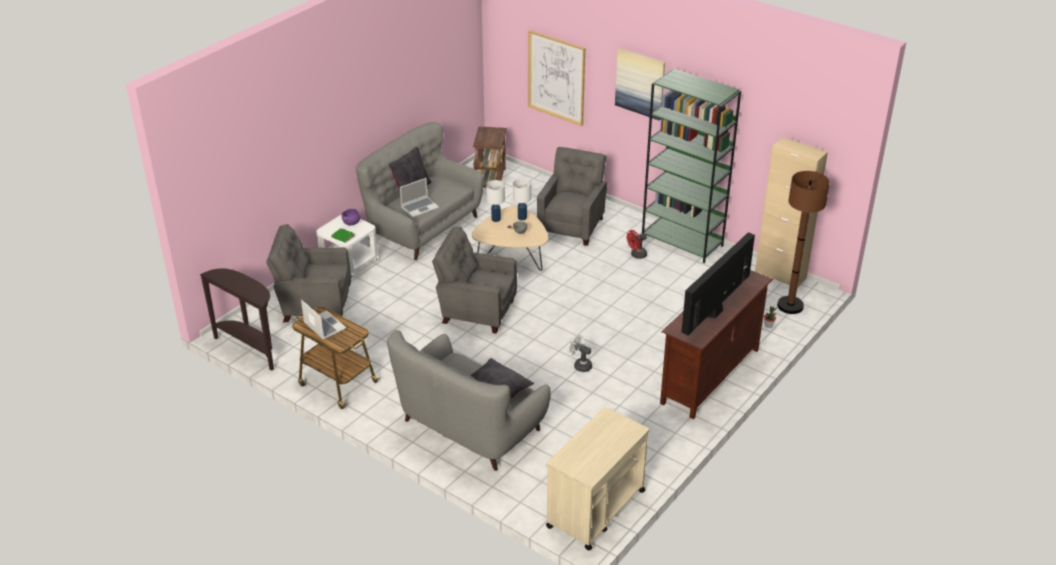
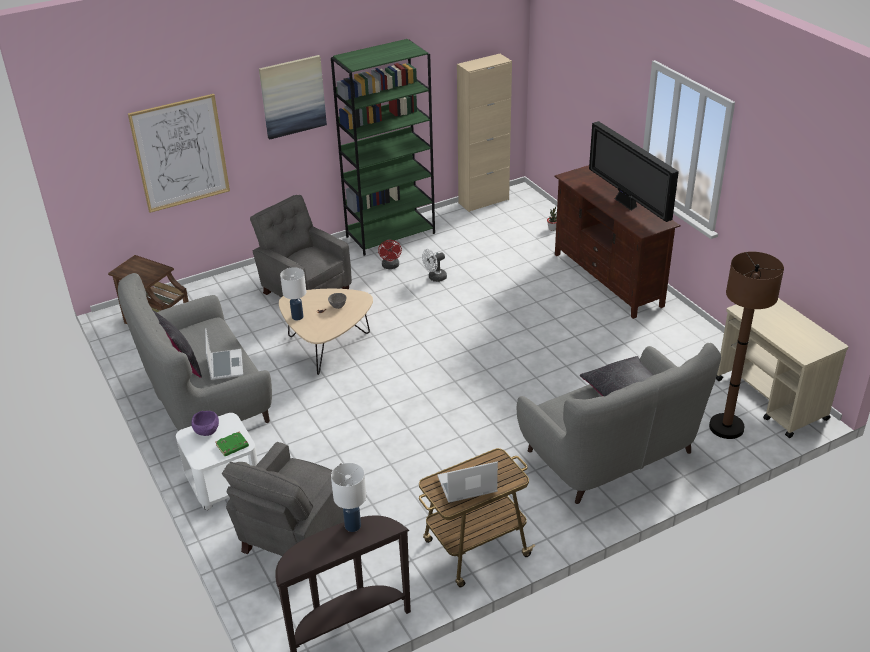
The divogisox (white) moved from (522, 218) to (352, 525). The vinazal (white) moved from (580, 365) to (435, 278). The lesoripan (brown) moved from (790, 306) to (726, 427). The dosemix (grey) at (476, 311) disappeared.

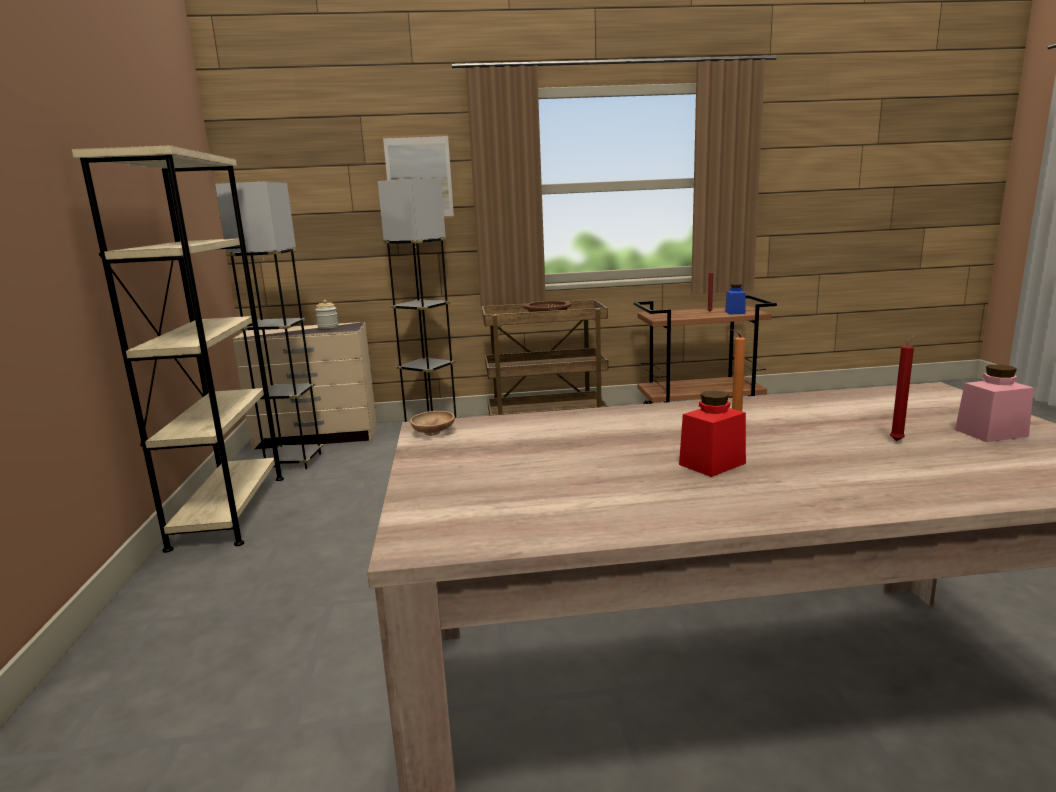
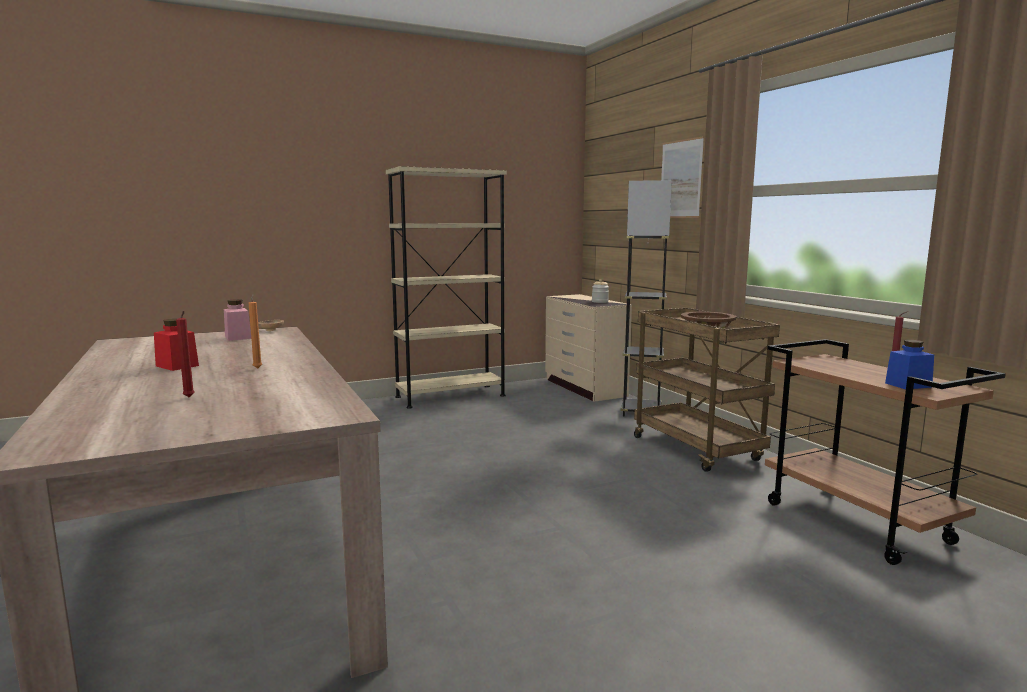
The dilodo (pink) moved from (991, 433) to (238, 337). The lesoripan (grey) at (294, 461) disappeared.

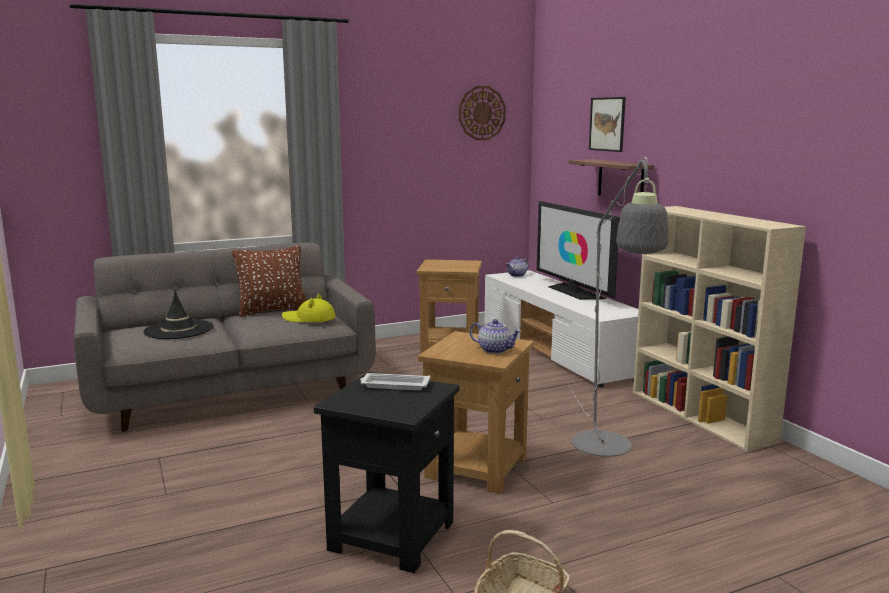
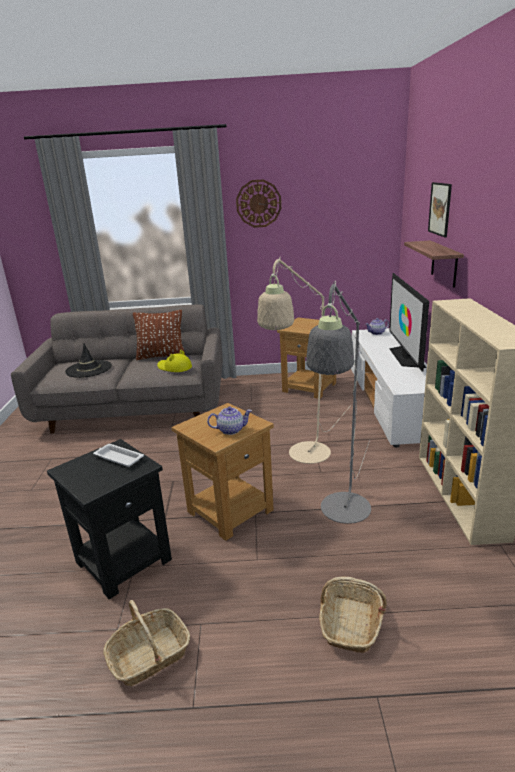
The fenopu at (495, 350) turned 60 degrees counterclockwise. The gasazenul moved from (481, 113) to (258, 203). The lesoripan (beige) at (305, 458) appeared. The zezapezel at (350, 624) appeared.

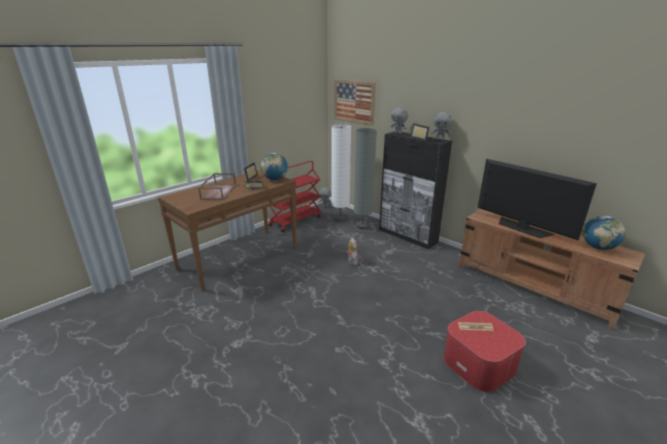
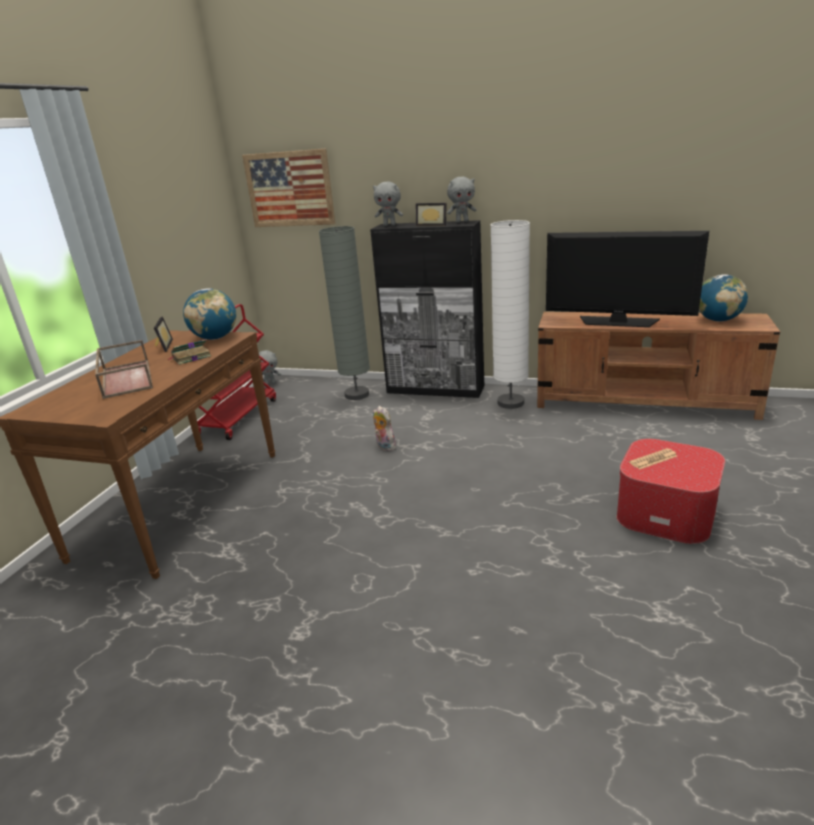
The lesoripan (white) moved from (340, 218) to (510, 403).

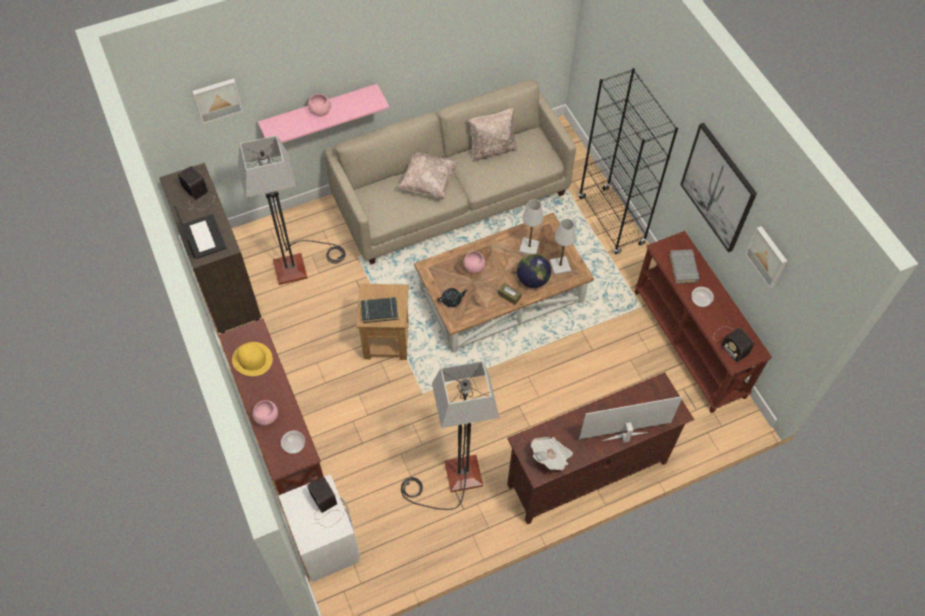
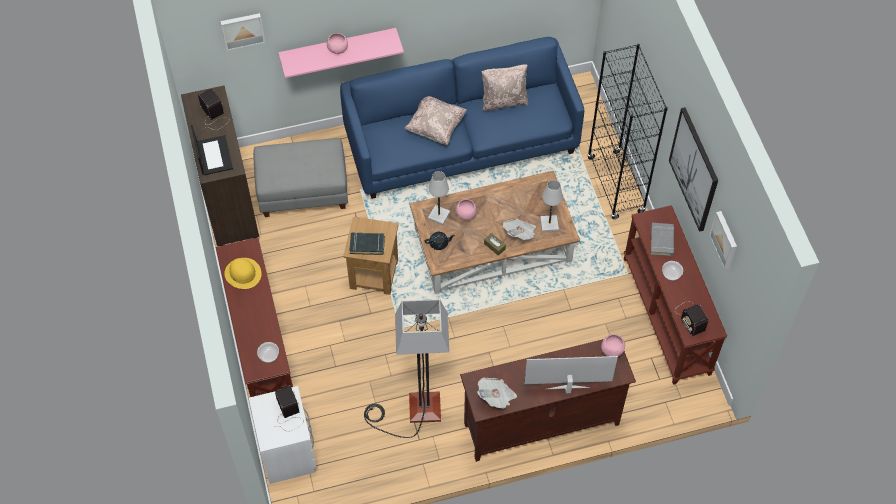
The lesoripan at (300, 264) was replaced by the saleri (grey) at (303, 190). The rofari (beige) at (451, 196) became the rofari (blue) at (461, 141). The divogisox (white) moved from (529, 247) to (439, 215). The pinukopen at (532, 279) was replaced by the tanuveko at (520, 233). The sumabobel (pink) moved from (267, 417) to (612, 351).

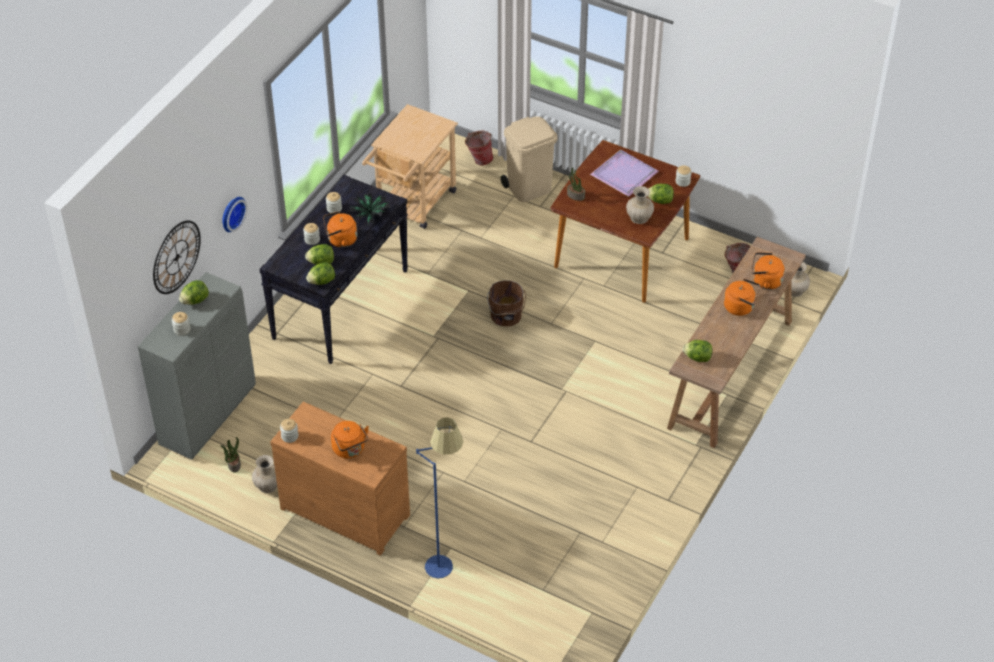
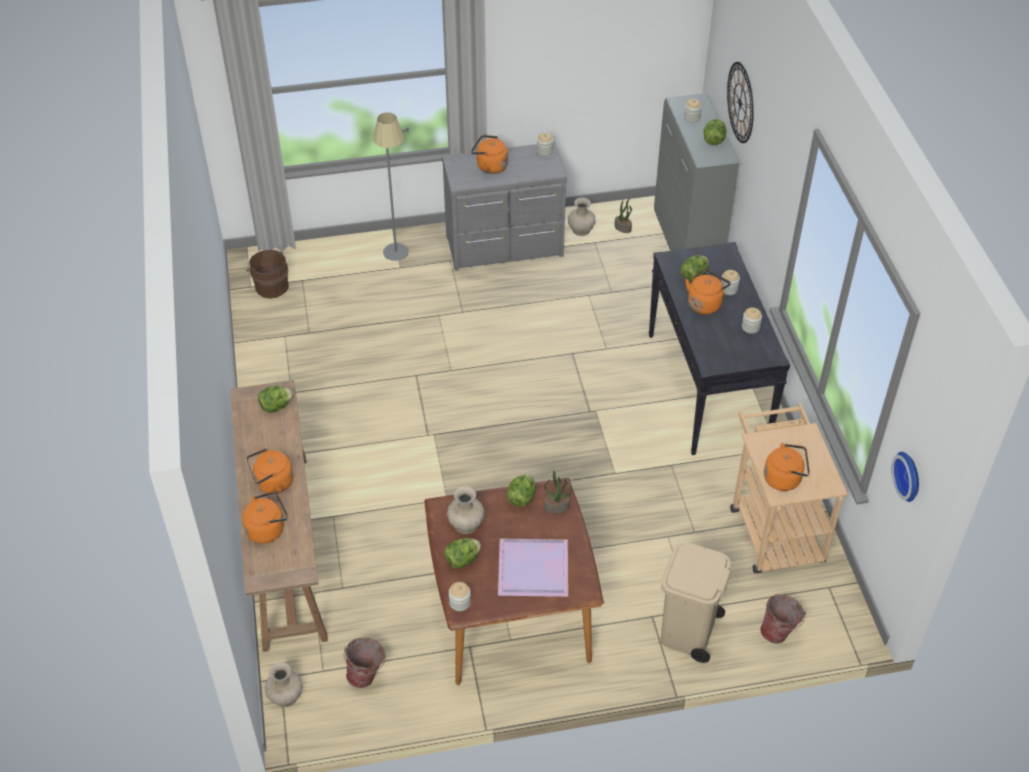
The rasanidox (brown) moved from (506, 316) to (271, 286). The lesoripan (blue) at (444, 556) became the lesoripan (grey) at (398, 259). The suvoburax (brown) at (346, 509) became the suvoburax (grey) at (505, 247). The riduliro moved from (322, 281) to (521, 498). The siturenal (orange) at (784, 478) appeared. The gasazenul moved from (231, 213) to (909, 476). The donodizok at (371, 215) disappeared.

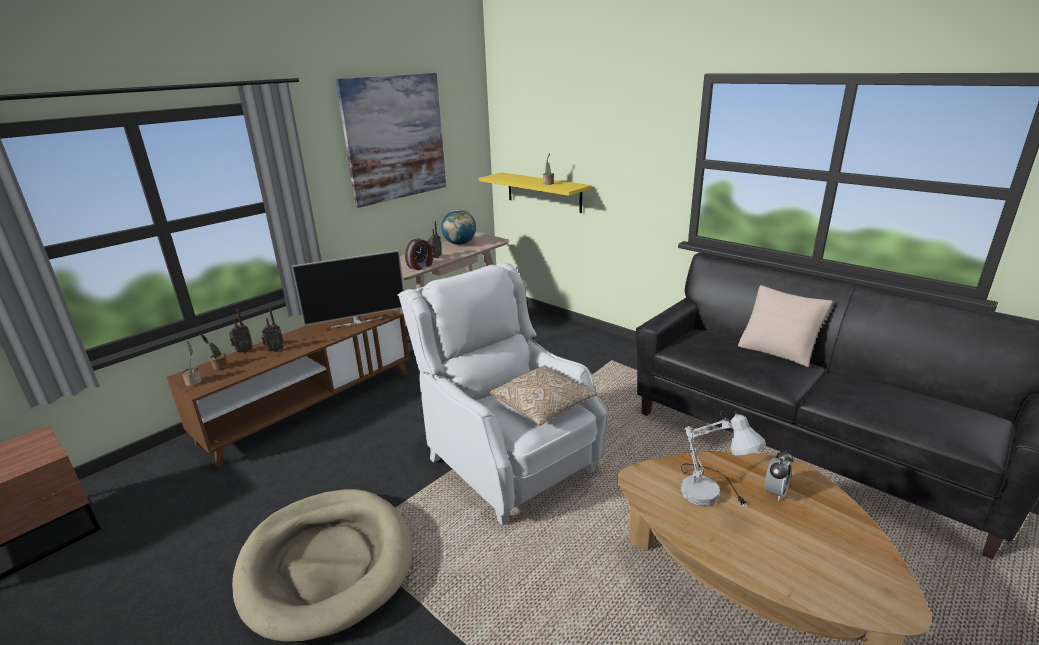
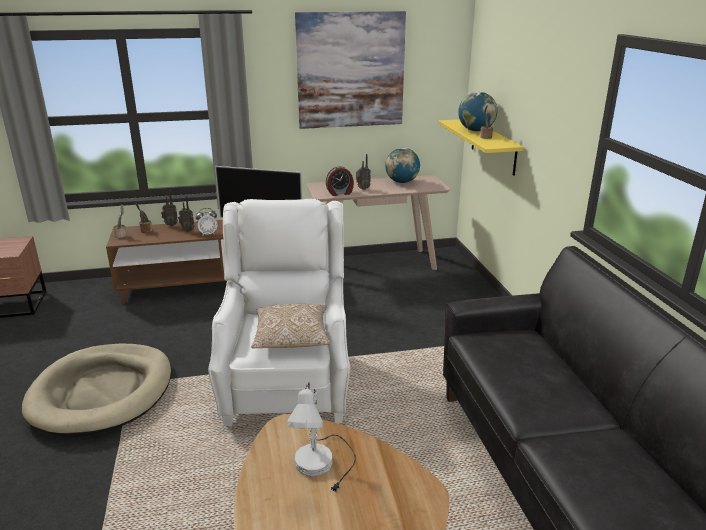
The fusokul moved from (775, 492) to (208, 234). The pinukopen at (476, 130) appeared. The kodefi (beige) at (778, 349) disappeared.

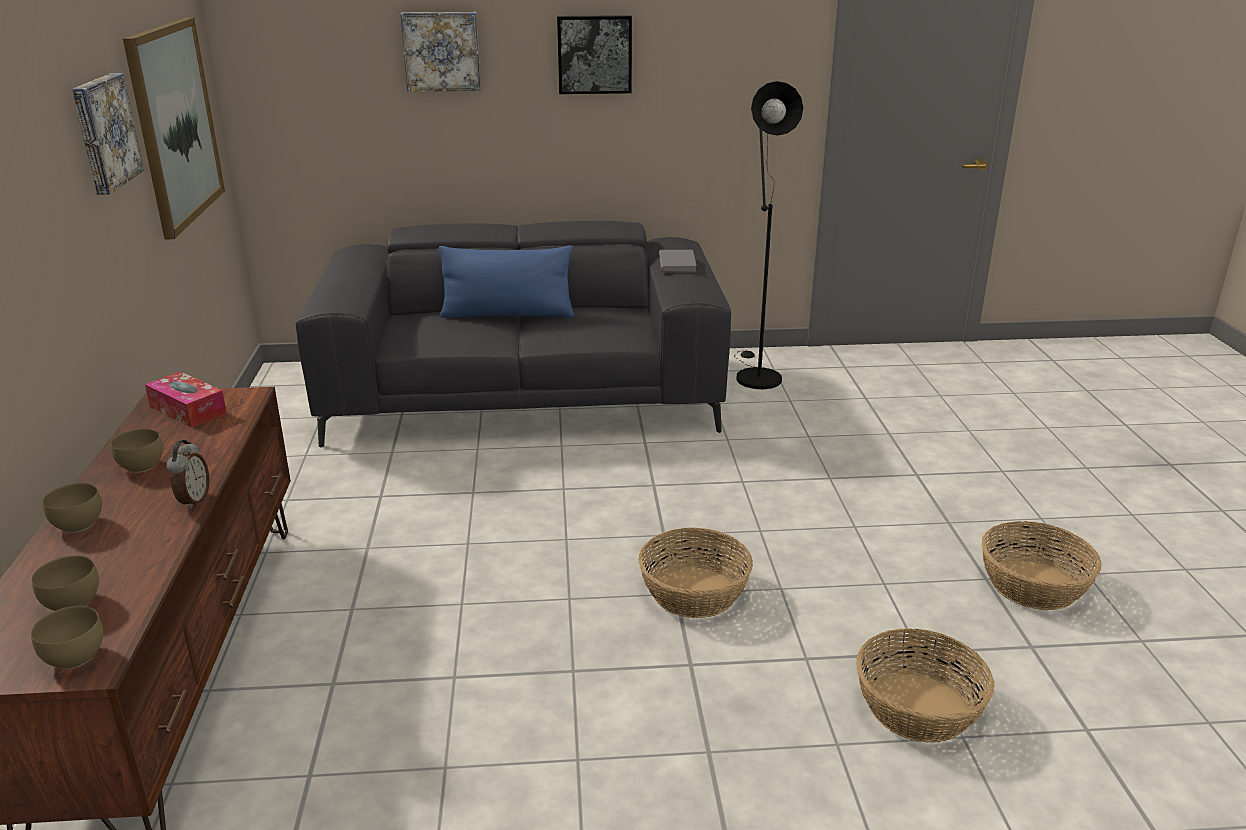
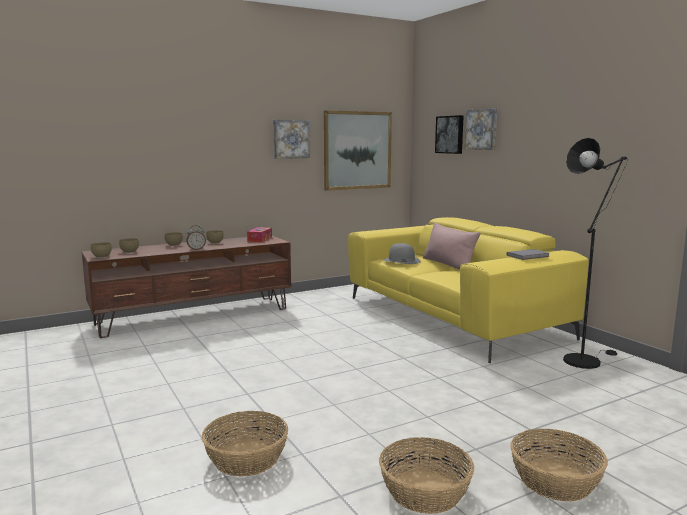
The rofari (grey) at (524, 397) became the rofari (yellow) at (452, 317). The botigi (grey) at (401, 260) appeared. The kodefi (blue) at (508, 314) became the kodefi (pink) at (448, 264). The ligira moved from (594, 54) to (450, 134). The zezapezel moved from (695, 592) to (556, 481).

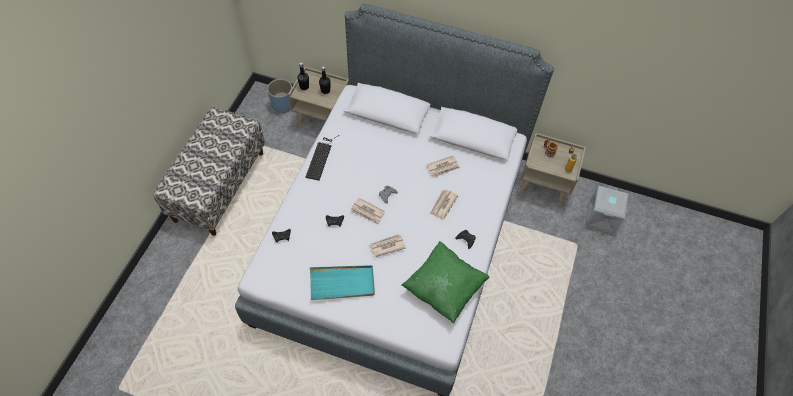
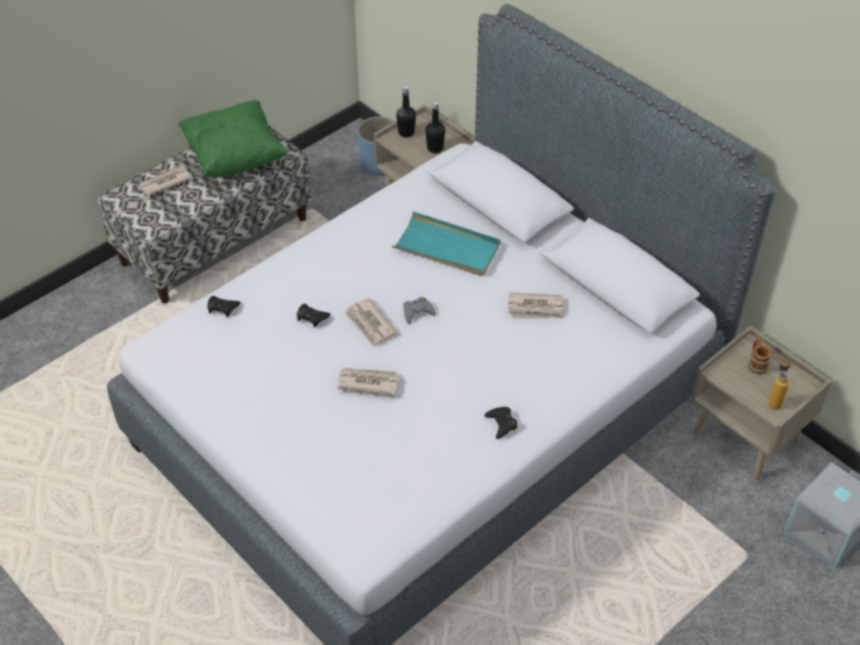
The tanuveko moved from (443, 204) to (165, 182). The kodefi (green) moved from (444, 288) to (235, 157). The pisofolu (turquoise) moved from (342, 283) to (447, 248). The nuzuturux at (321, 157) disappeared.

